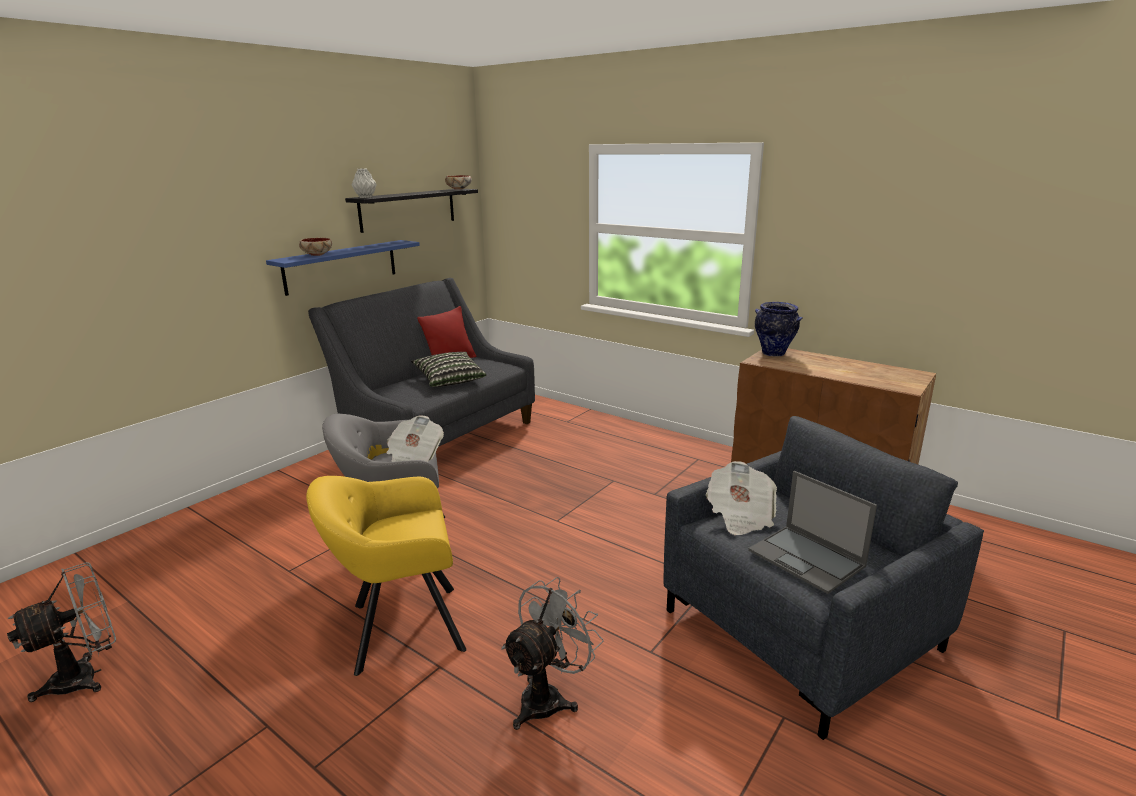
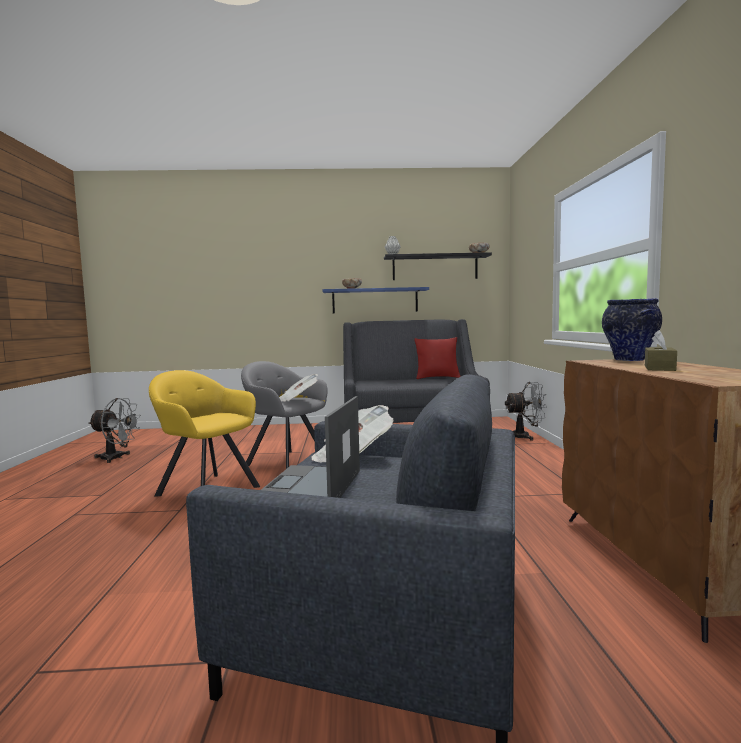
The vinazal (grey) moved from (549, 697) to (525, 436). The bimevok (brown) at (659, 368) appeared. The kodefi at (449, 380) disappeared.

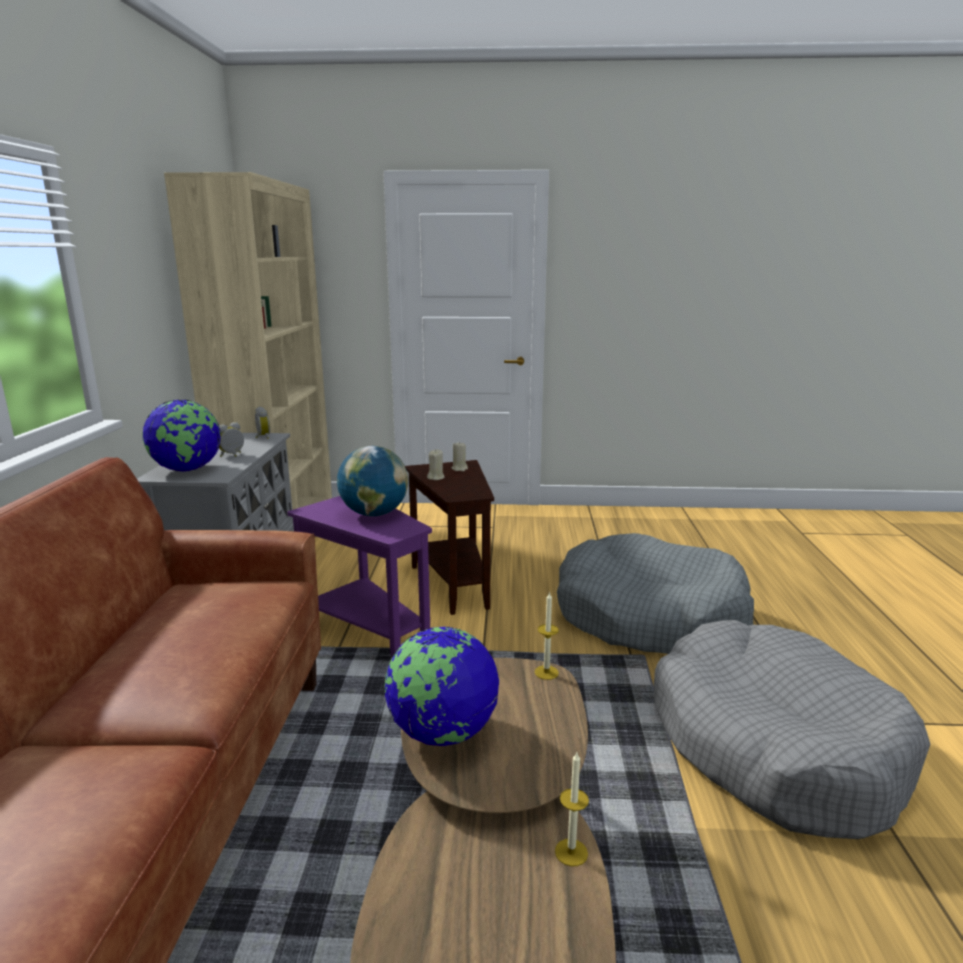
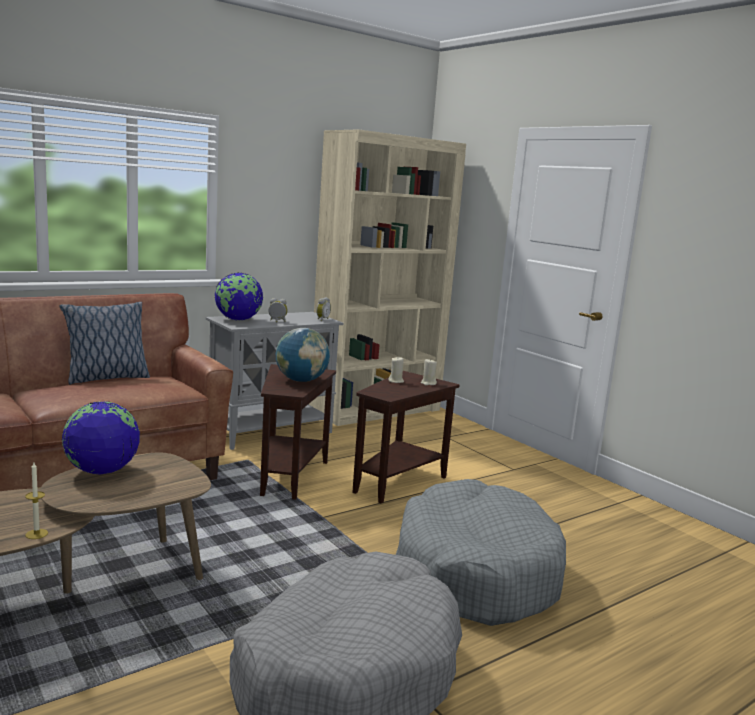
The kodefi at (106, 378) appeared. The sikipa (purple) at (368, 634) became the sikipa (brown) at (290, 475). The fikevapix at (546, 672) disappeared.

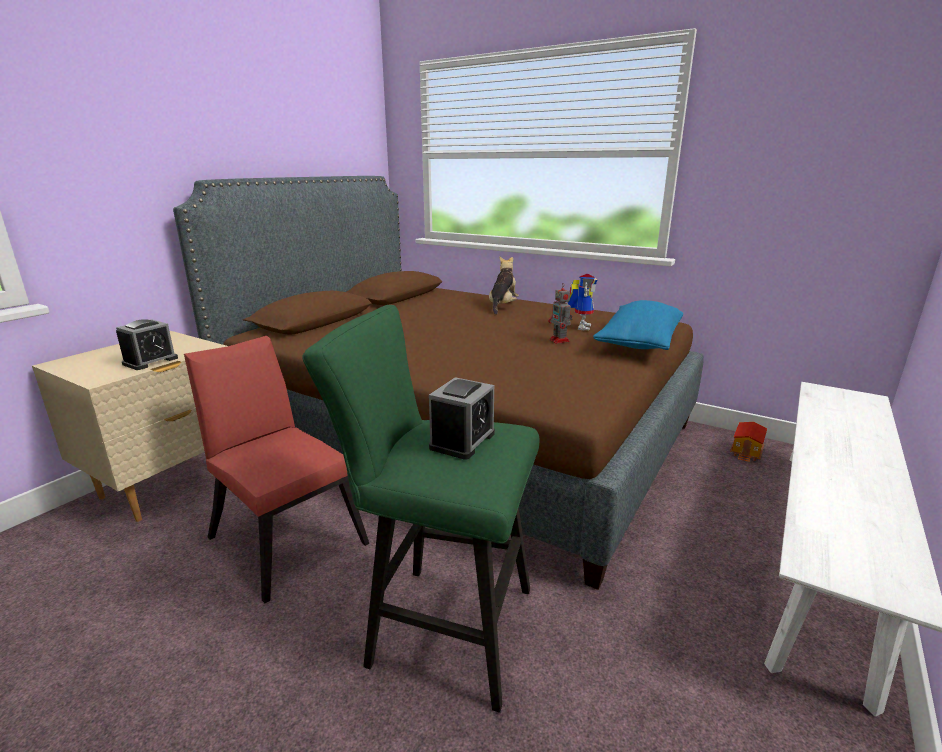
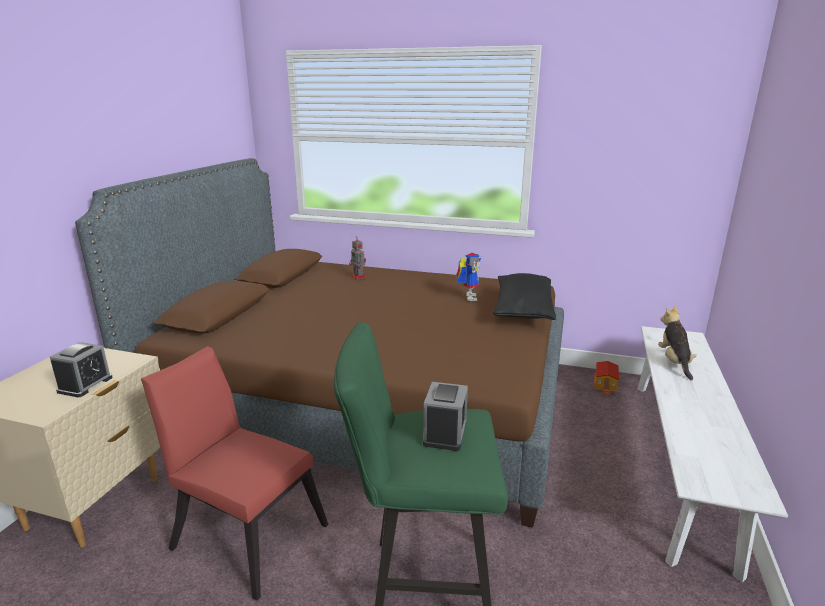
The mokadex moved from (560, 341) to (359, 277). The kodefi (blue) at (639, 343) became the kodefi (black) at (523, 310). The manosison moved from (502, 306) to (674, 362).

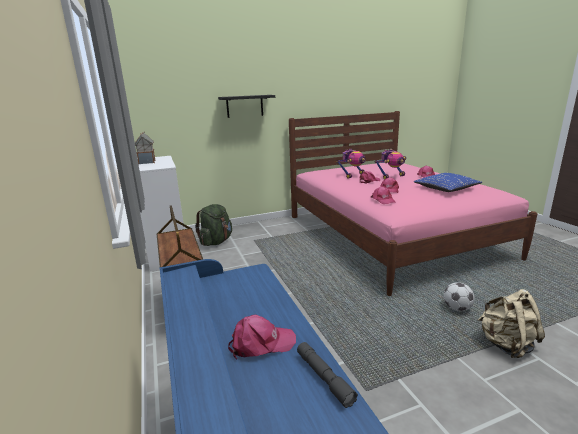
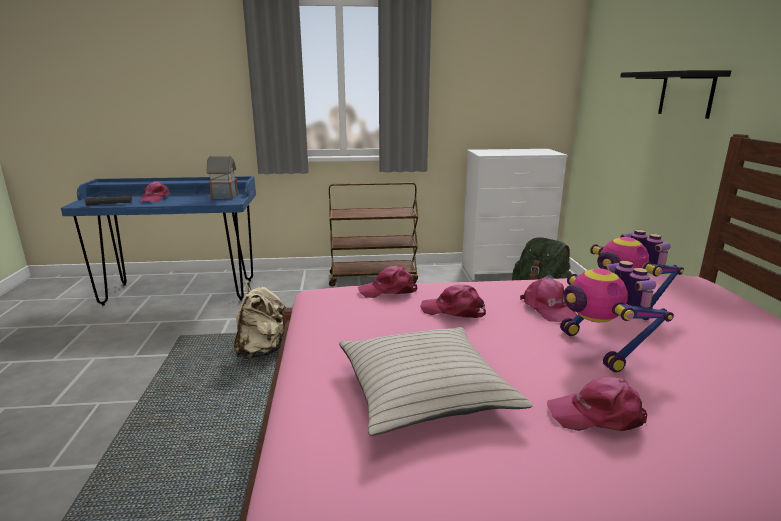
The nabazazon moved from (147, 162) to (224, 196). The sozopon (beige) moved from (506, 345) to (262, 351). The kodefi (blue) at (446, 188) became the kodefi (beige) at (424, 391). The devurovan at (457, 308) disappeared.

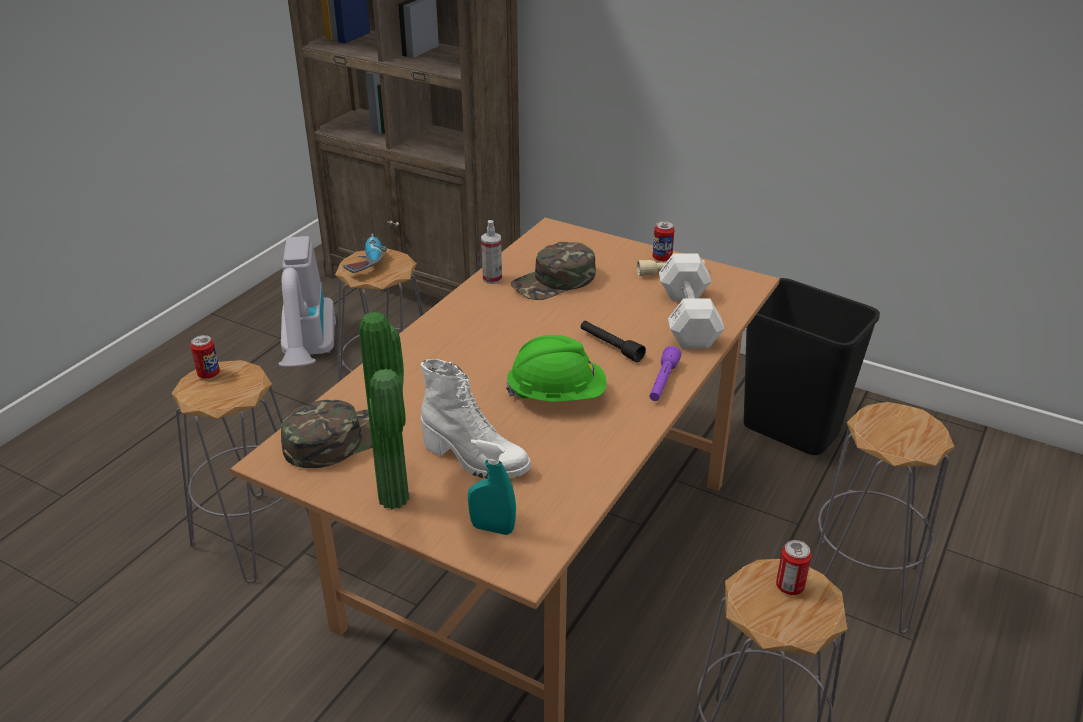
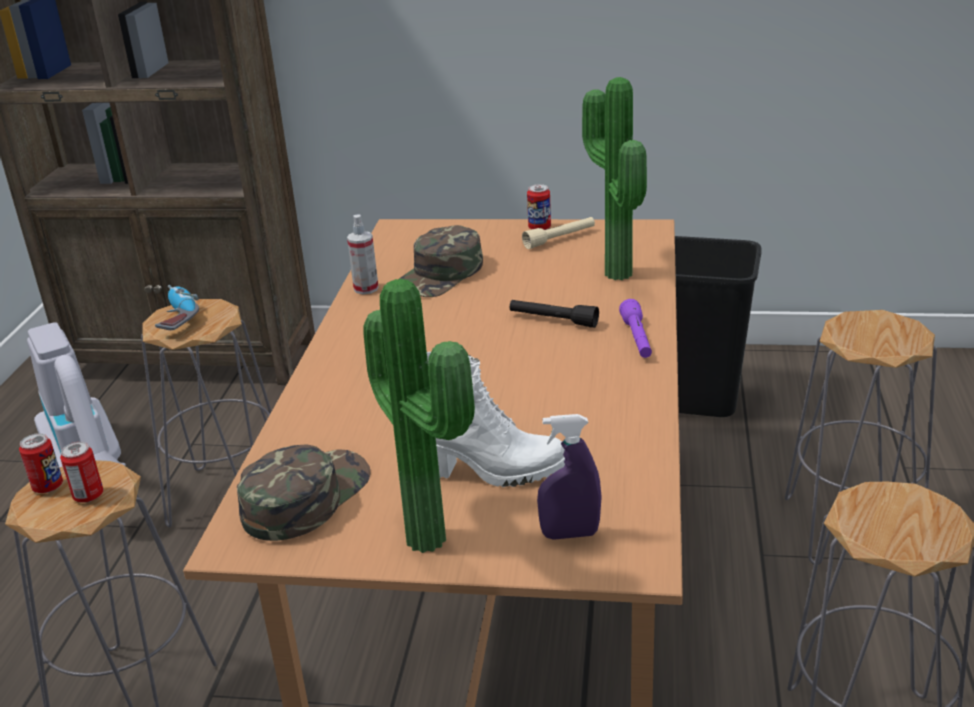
The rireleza moved from (789, 586) to (88, 496). The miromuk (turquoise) at (492, 528) became the miromuk (purple) at (570, 534). The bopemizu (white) at (688, 318) was replaced by the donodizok at (613, 275). The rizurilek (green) at (557, 395) disappeared.

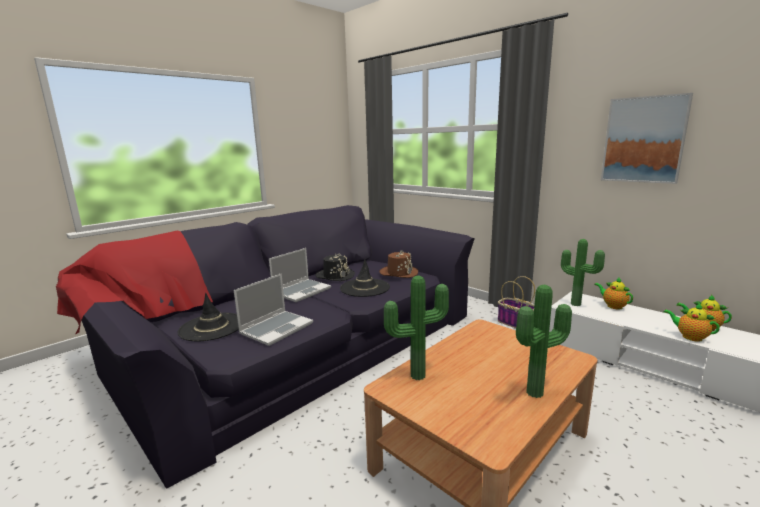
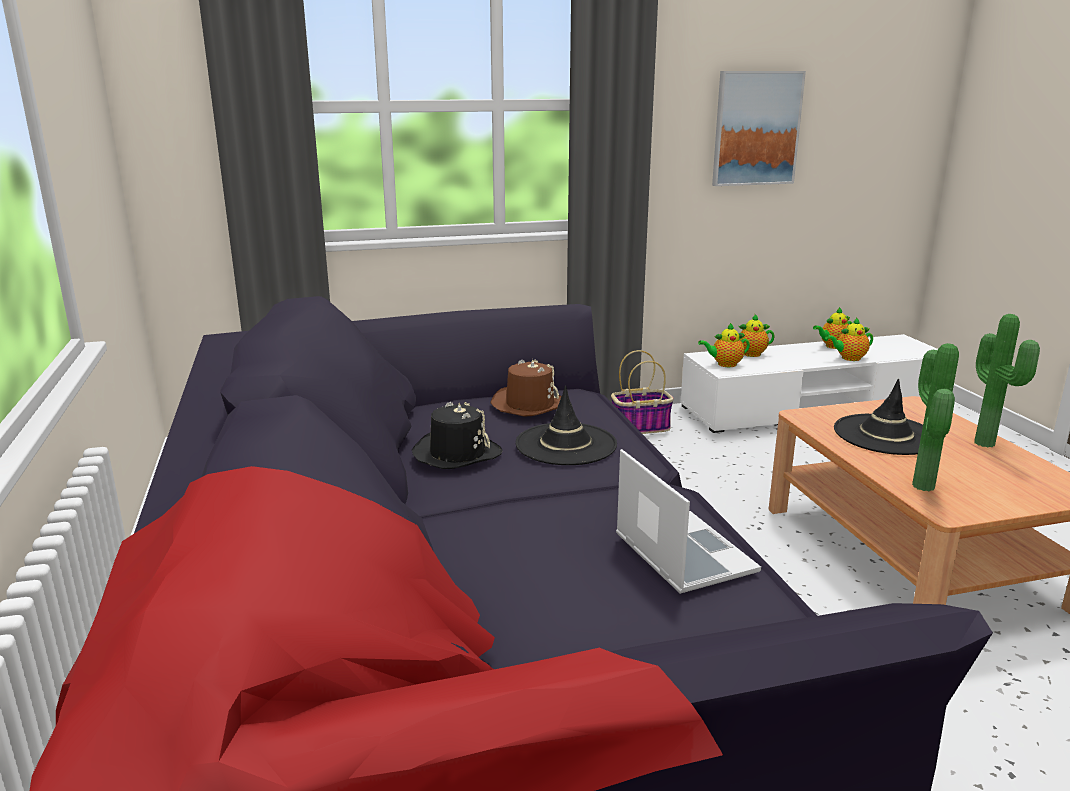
The donodizok at (576, 303) was replaced by the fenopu at (724, 364). The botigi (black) moved from (212, 327) to (885, 435). The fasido at (302, 291) disappeared.

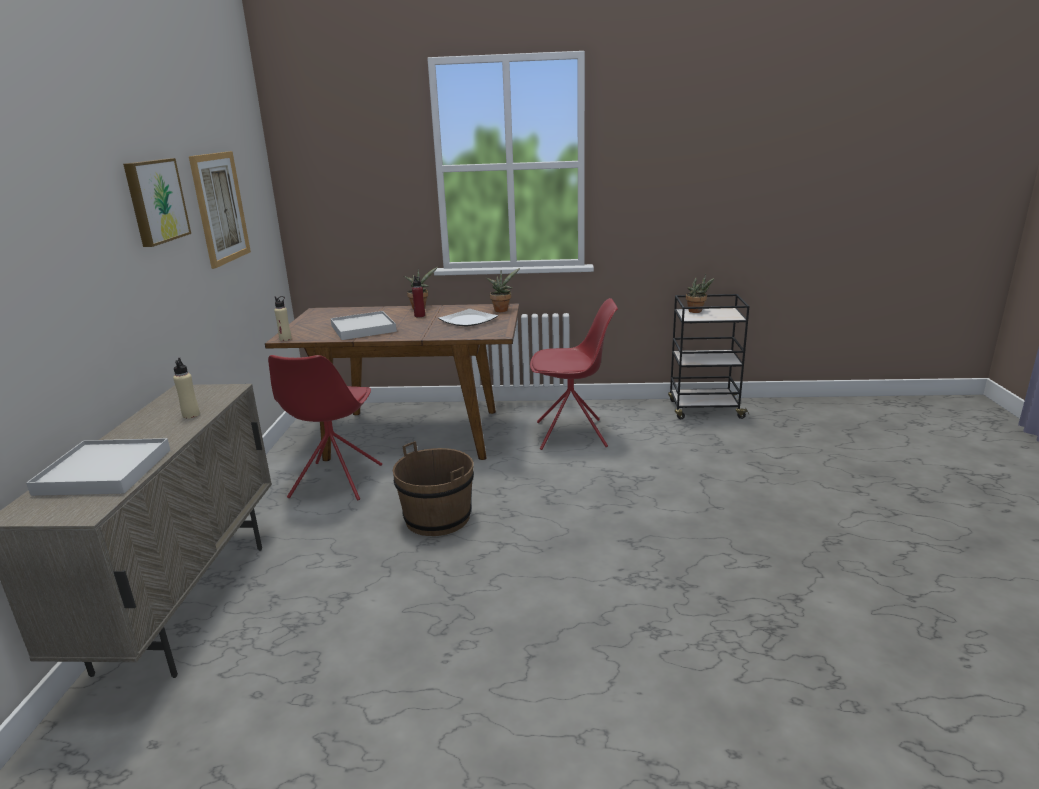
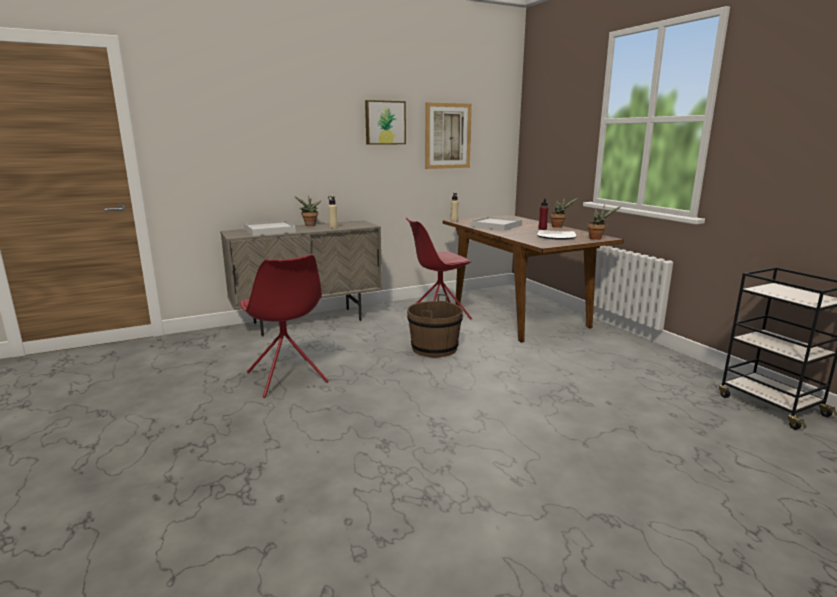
The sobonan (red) moved from (573, 434) to (287, 378). The donodizok moved from (697, 311) to (310, 225).

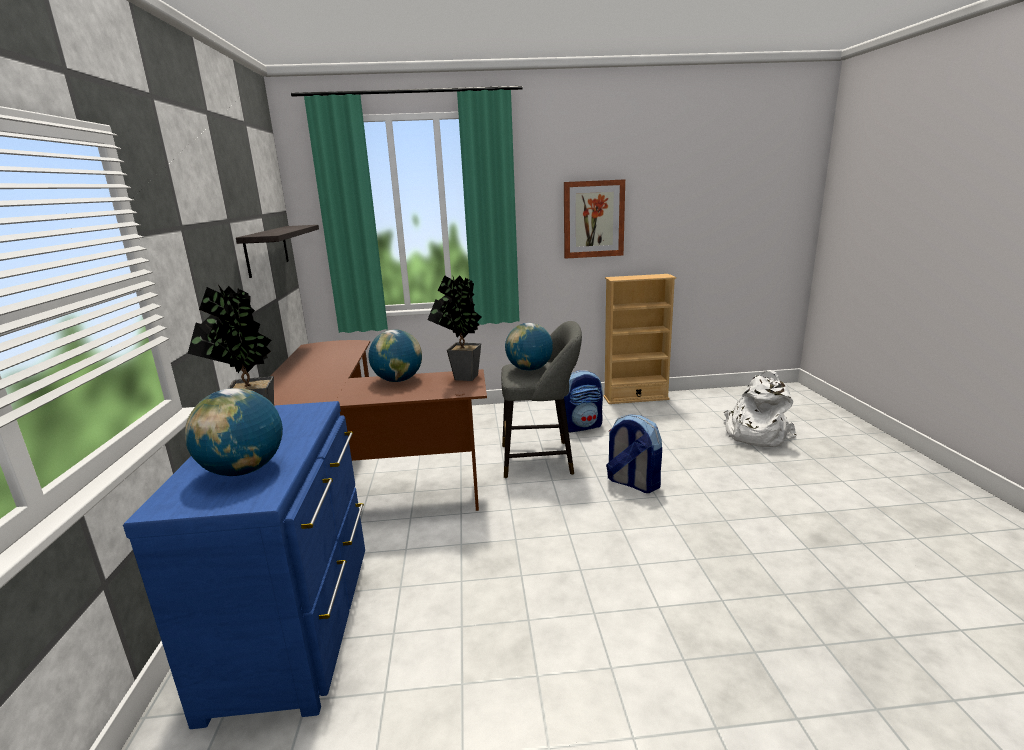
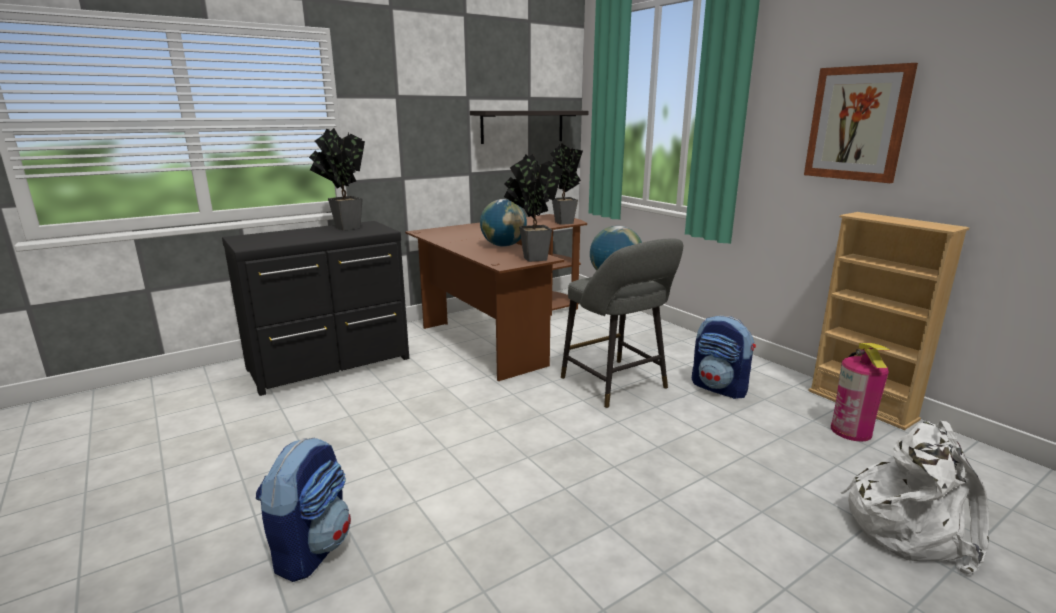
The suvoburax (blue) at (298, 623) became the suvoburax (black) at (331, 364). The sozopon moved from (632, 483) to (312, 549). The donodizok at (563, 223) appeared. The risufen at (851, 431) appeared. The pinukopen at (243, 470) disappeared.

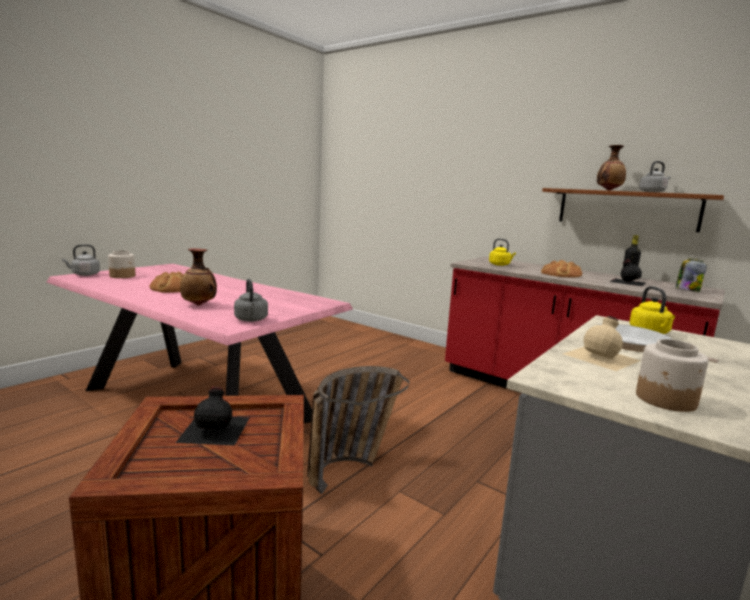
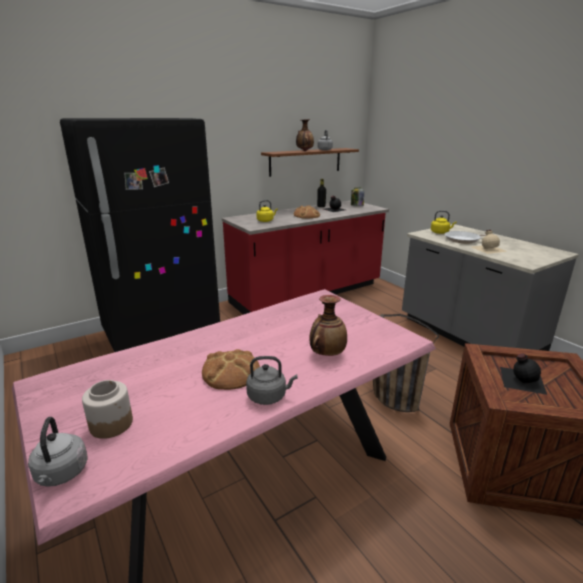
The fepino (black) at (161, 335) appeared. The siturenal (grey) moved from (251, 320) to (269, 396). The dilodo at (666, 400) disappeared.

